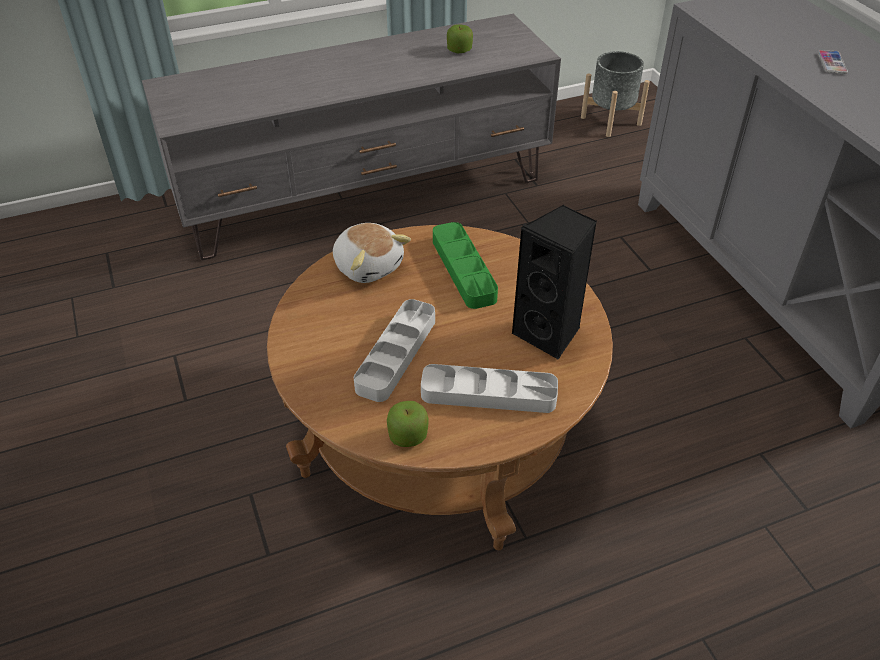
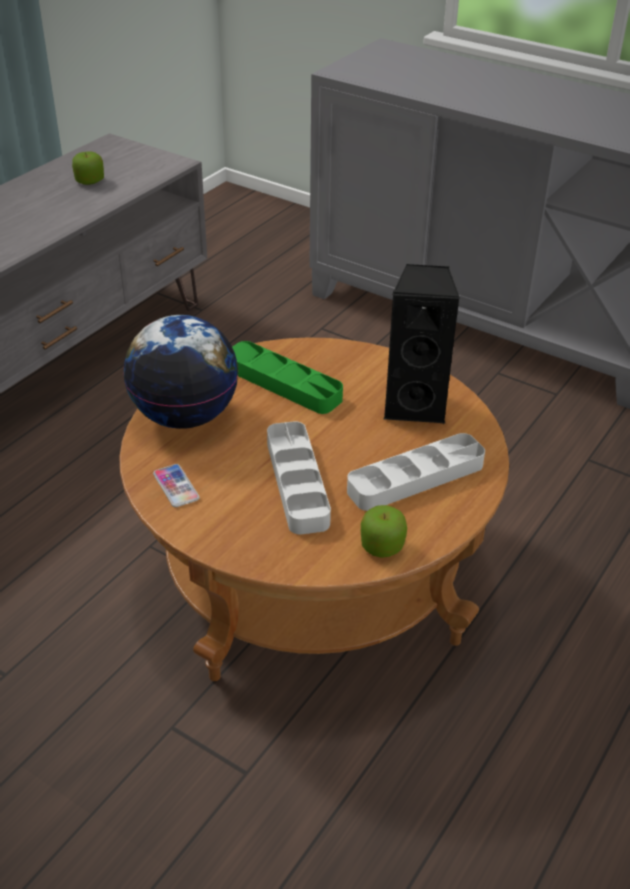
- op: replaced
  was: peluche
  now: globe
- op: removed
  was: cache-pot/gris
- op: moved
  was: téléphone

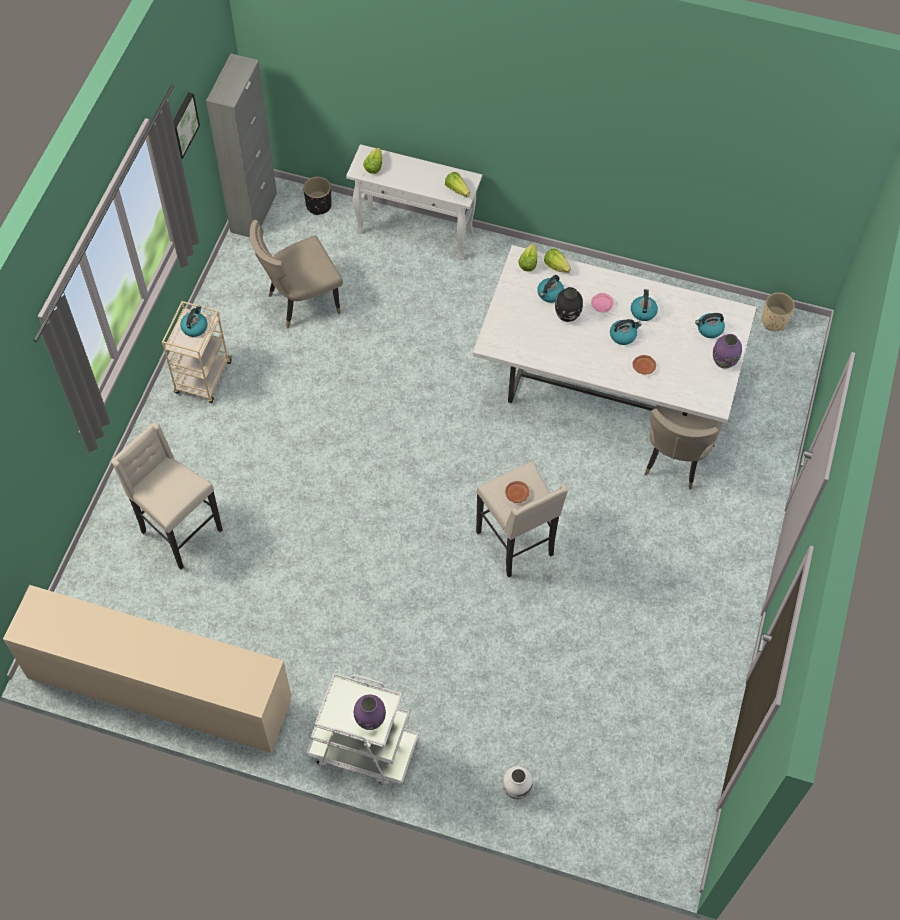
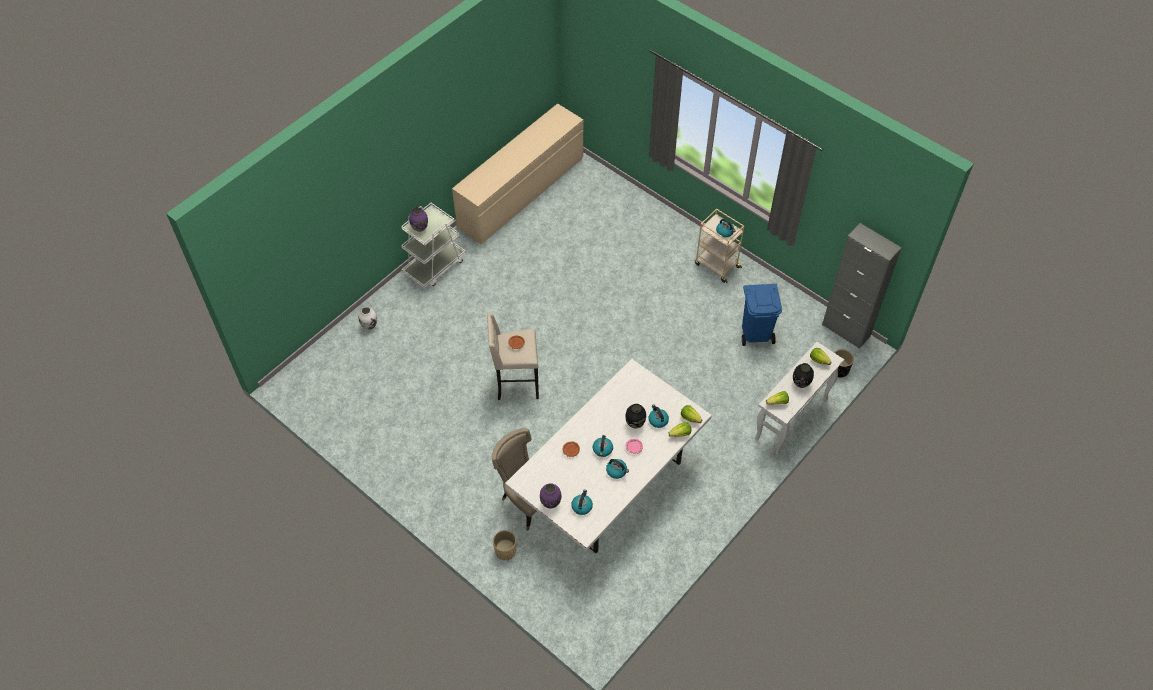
- op: removed
  was: tabouret/beige (1st from left)
- op: removed
  was: tableau
- op: replaced
  was: chaise/beige (1st from left)
  now: poubelle/bleu
- op: moved
  was: cache-pot/beige
- op: added
  now: vase/noir (2nd from left)

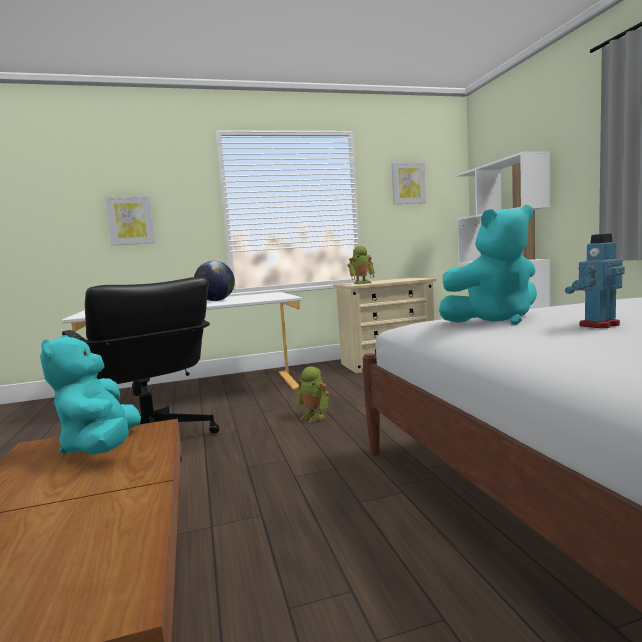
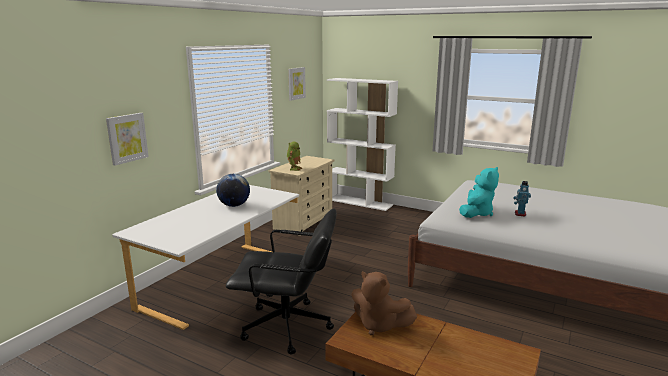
- op: recoloured
  was: peluche/turquoise (1st from left)
  now: peluche/marron
- op: removed
  was: robot jouet (1st from left)

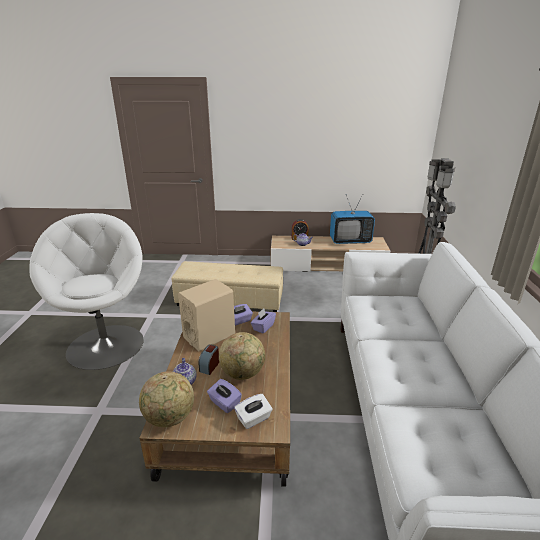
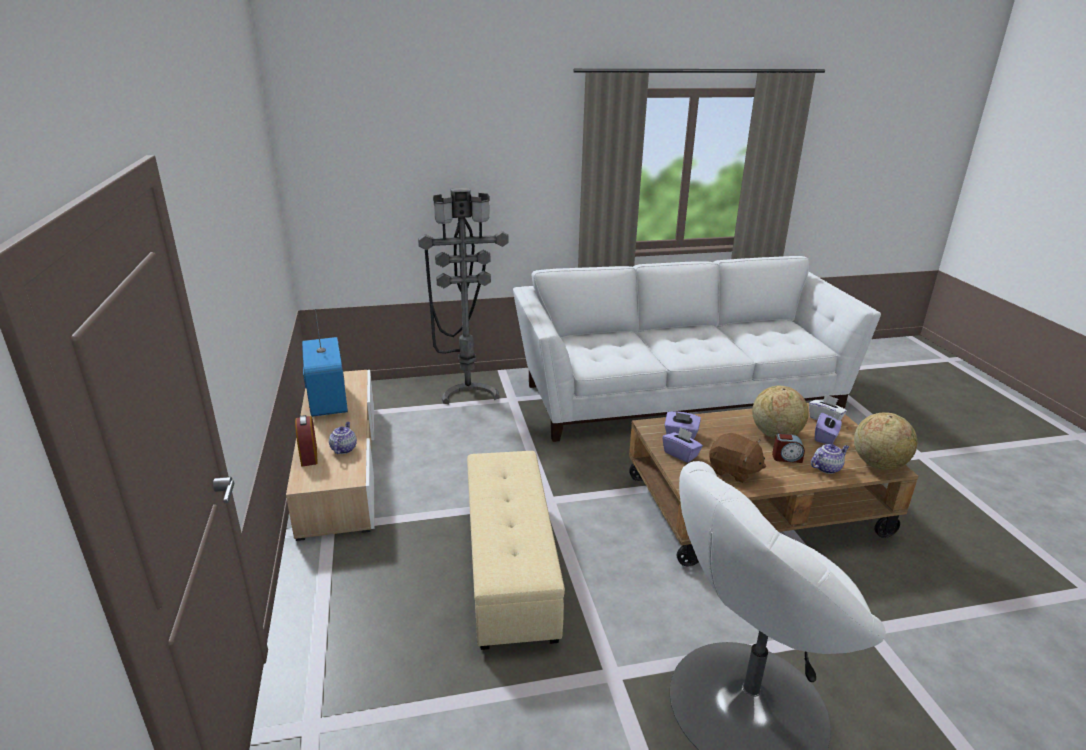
- op: replaced
  was: enceinte/beige
  now: peluche/marron

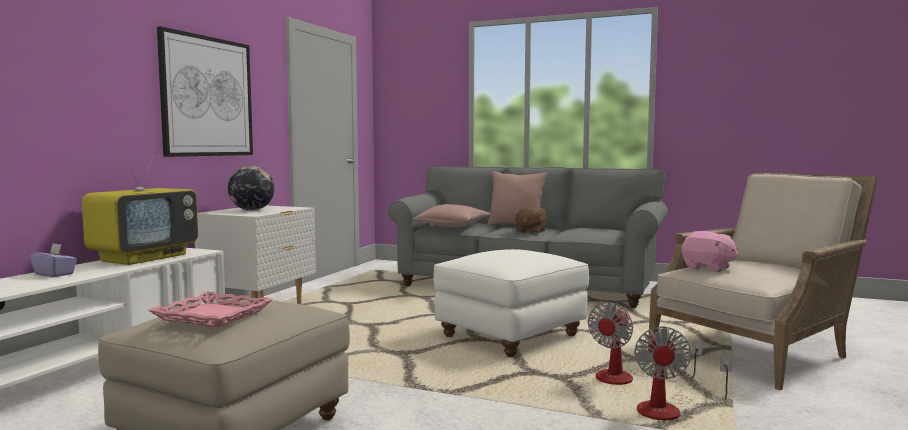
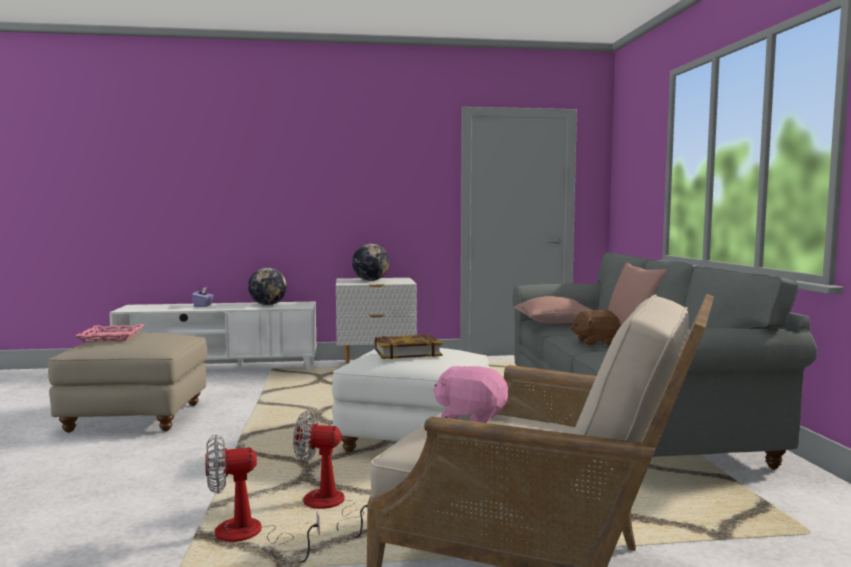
- op: replaced
  was: téléviseur
  now: globe (1st from left)
- op: removed
  was: tableau
- op: turned
  was: peluche/rose
  clockwise: 105
- op: added
  now: livre

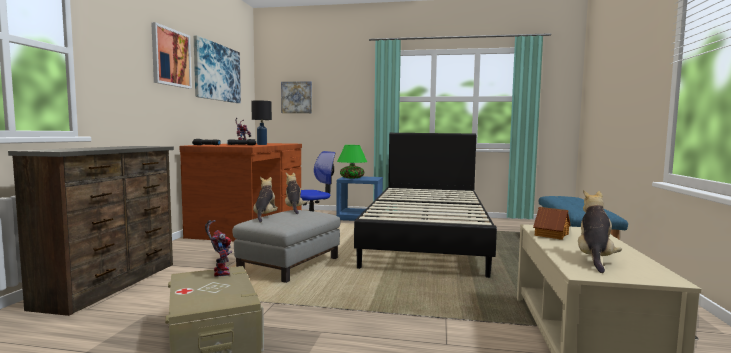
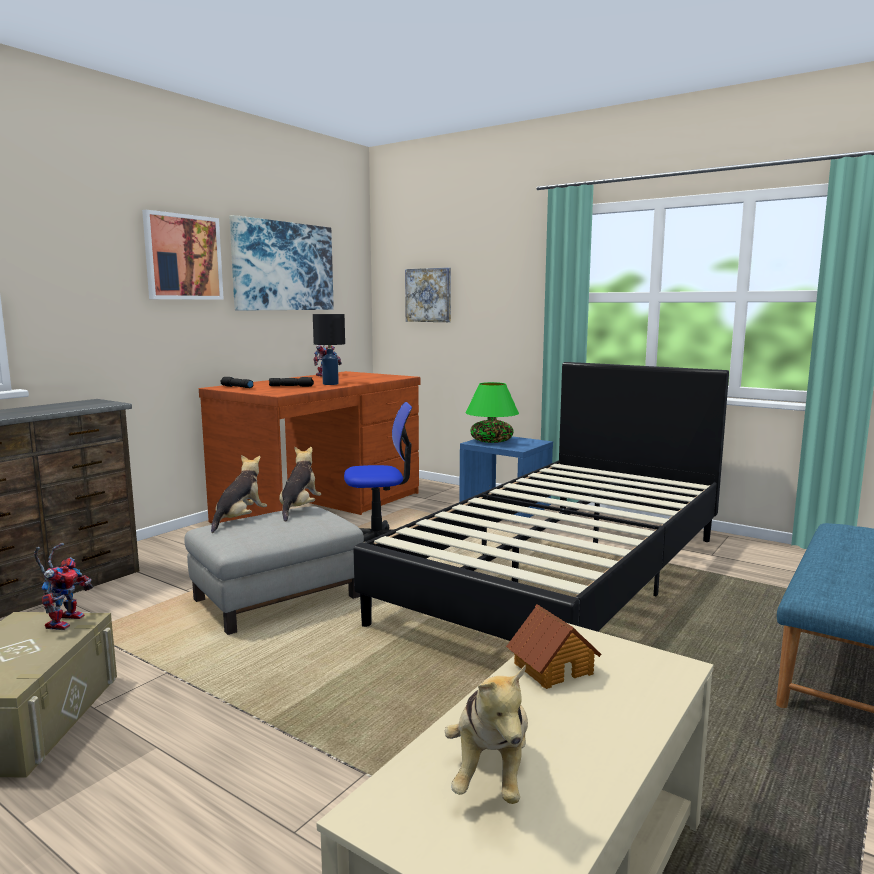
- op: turned
  was: peluche (3rd from left)
  clockwise: 135

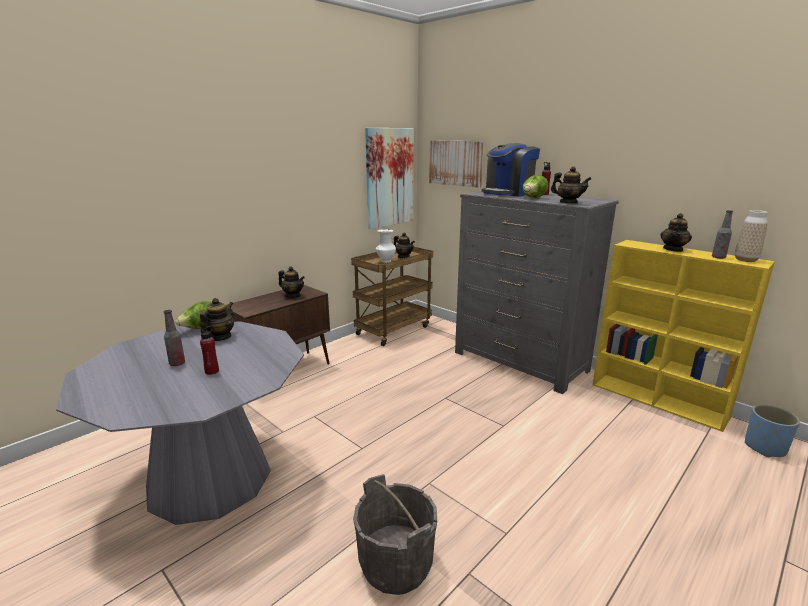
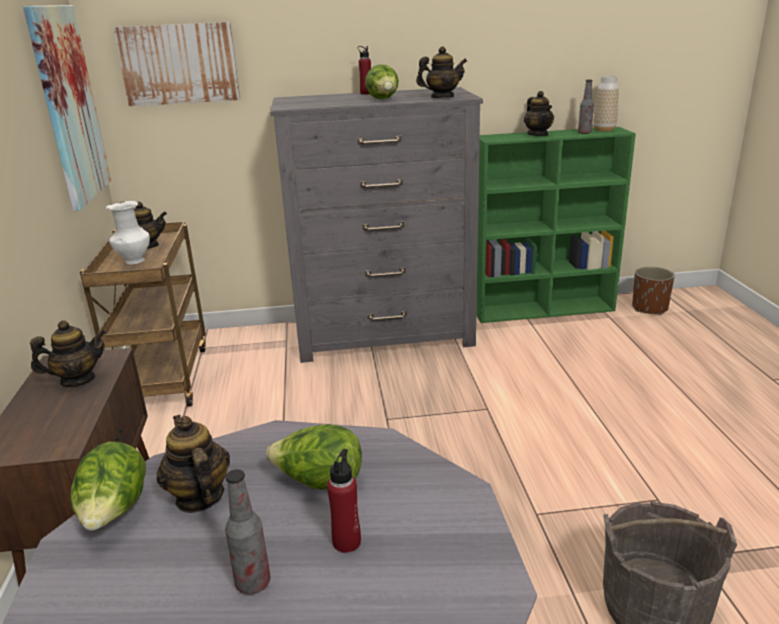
- op: removed
  was: machine à café
- op: recoloured
  was: bibliothèque/jaune
  now: bibliothèque/vert
- op: recoloured
  was: cache-pot/bleu
  now: cache-pot/marron
- op: added
  now: laitue (2nd from left)

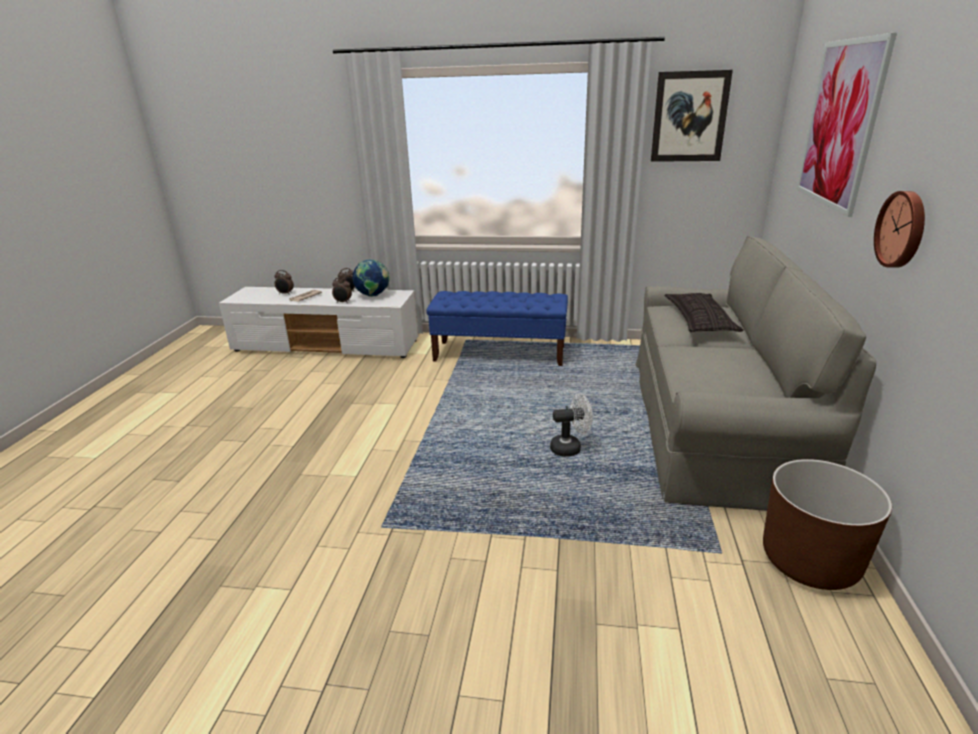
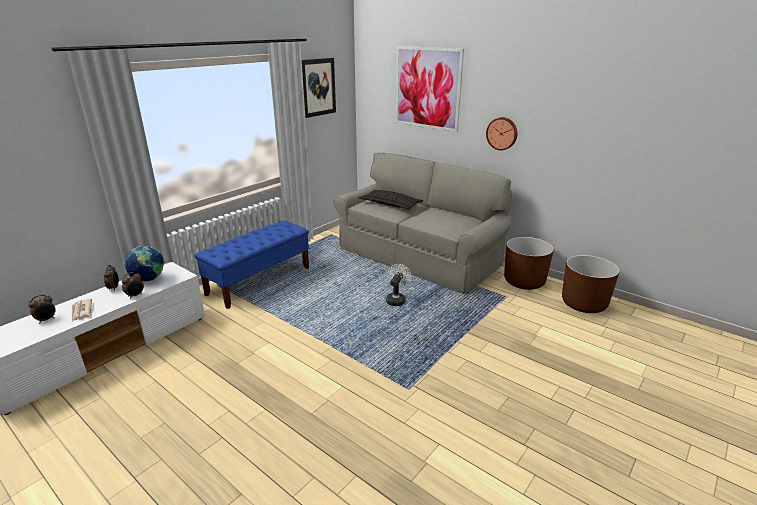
- op: added
  now: cache-pot/marron (2nd from left)

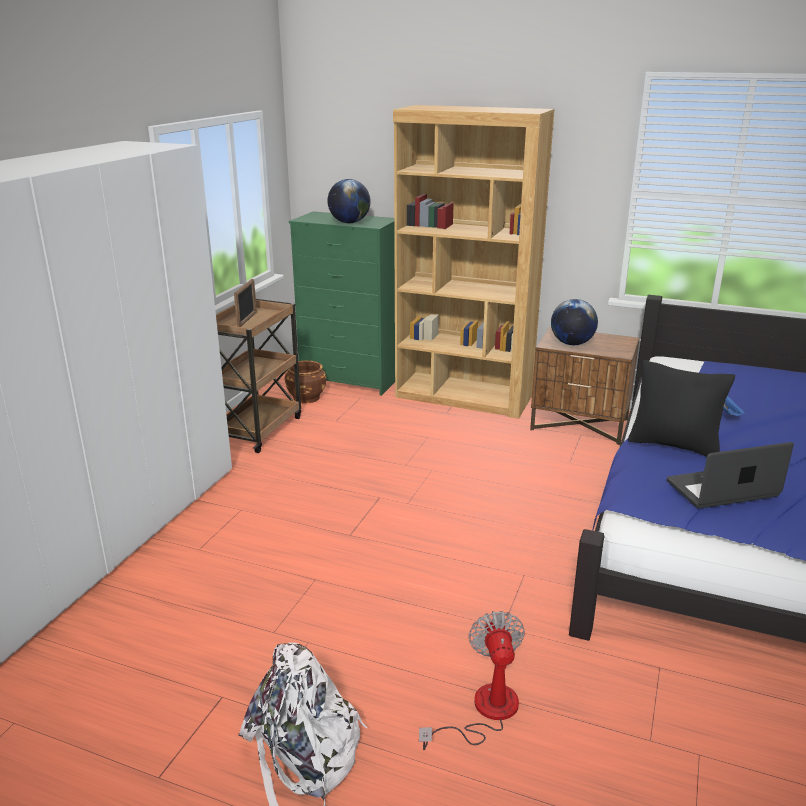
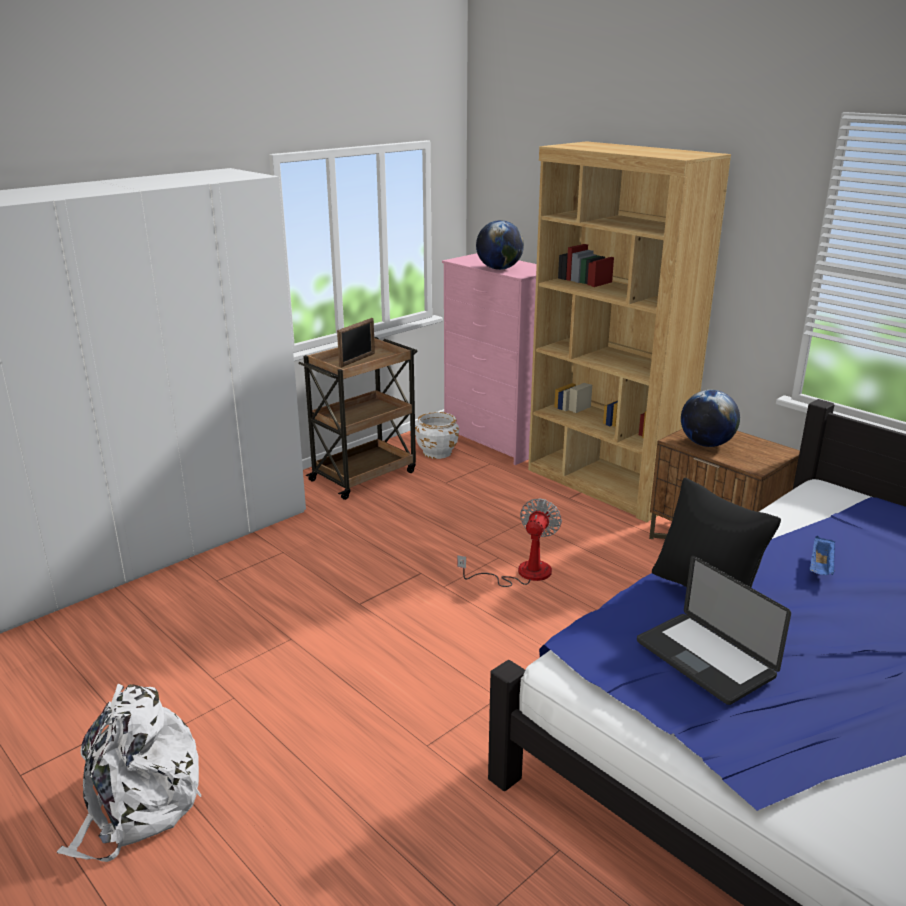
- op: recoloured
  was: cache-pot/marron
  now: cache-pot/blanc
- op: recoloured
  was: commode/vert
  now: commode/rose
- op: moved
  was: ventilateur
- op: turned
  was: ordinateur portable
  clockwise: -135

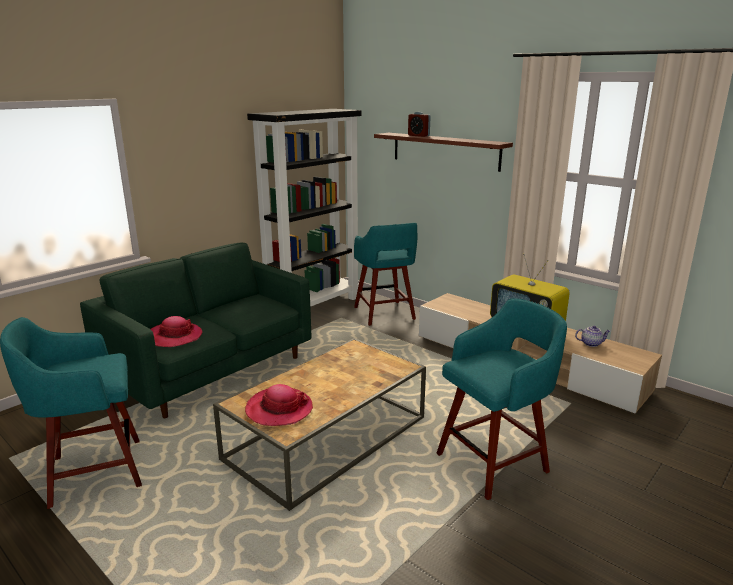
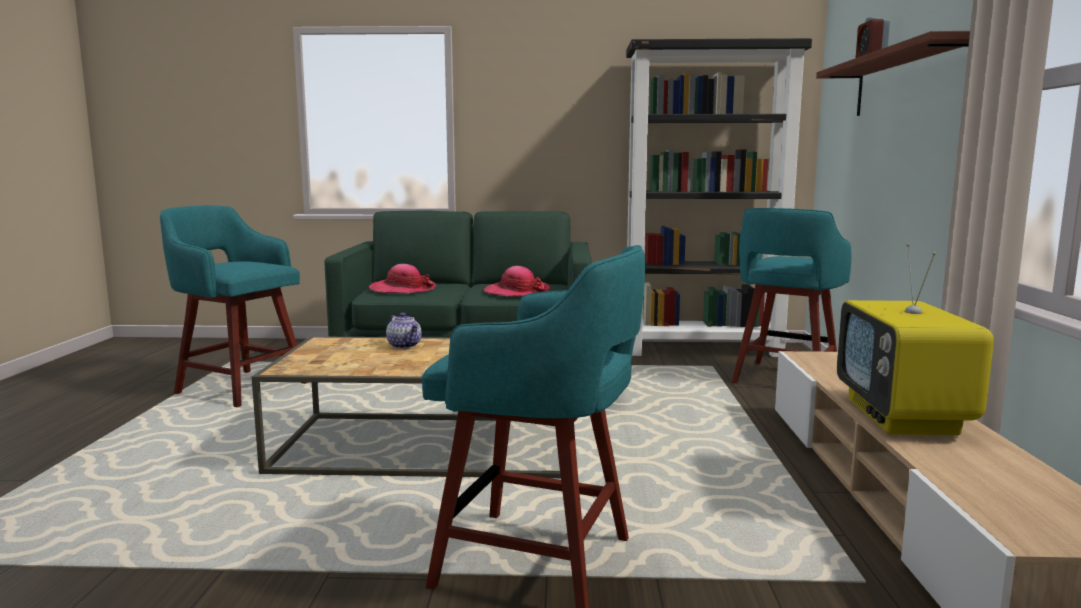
- op: moved
  was: chapeau (2nd from left)
- op: moved
  was: théière

